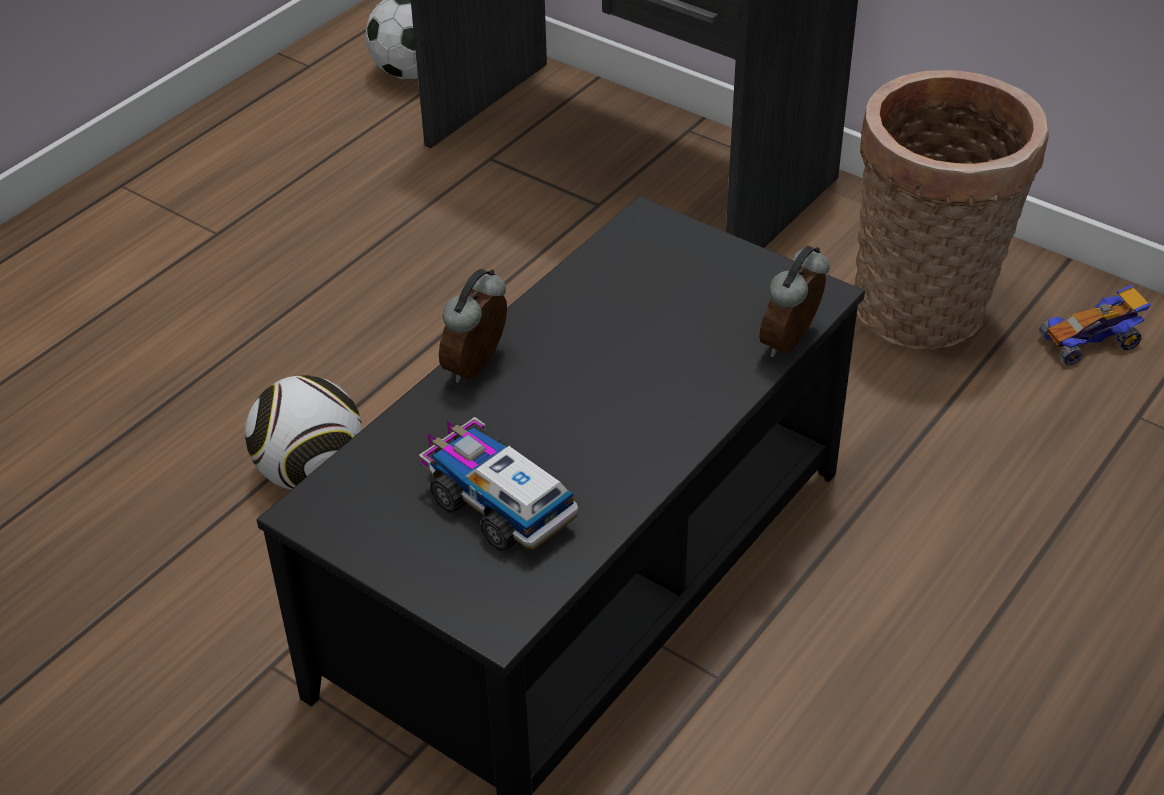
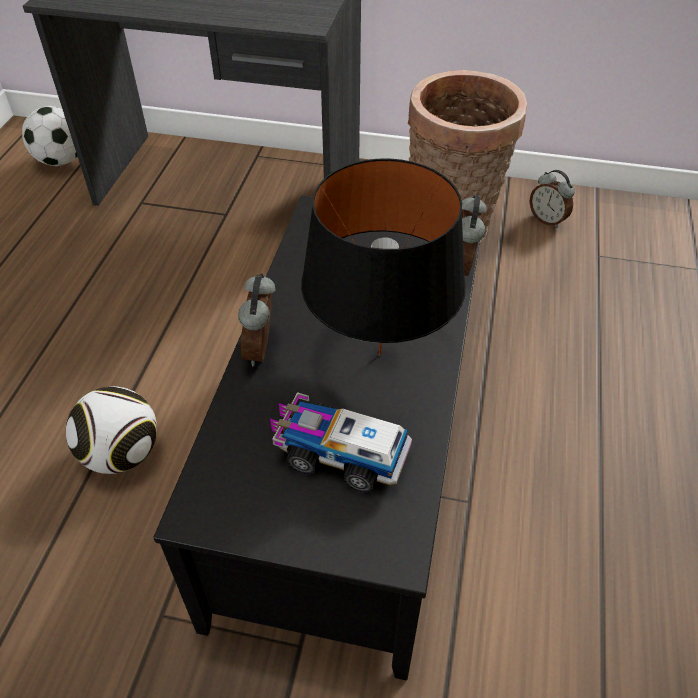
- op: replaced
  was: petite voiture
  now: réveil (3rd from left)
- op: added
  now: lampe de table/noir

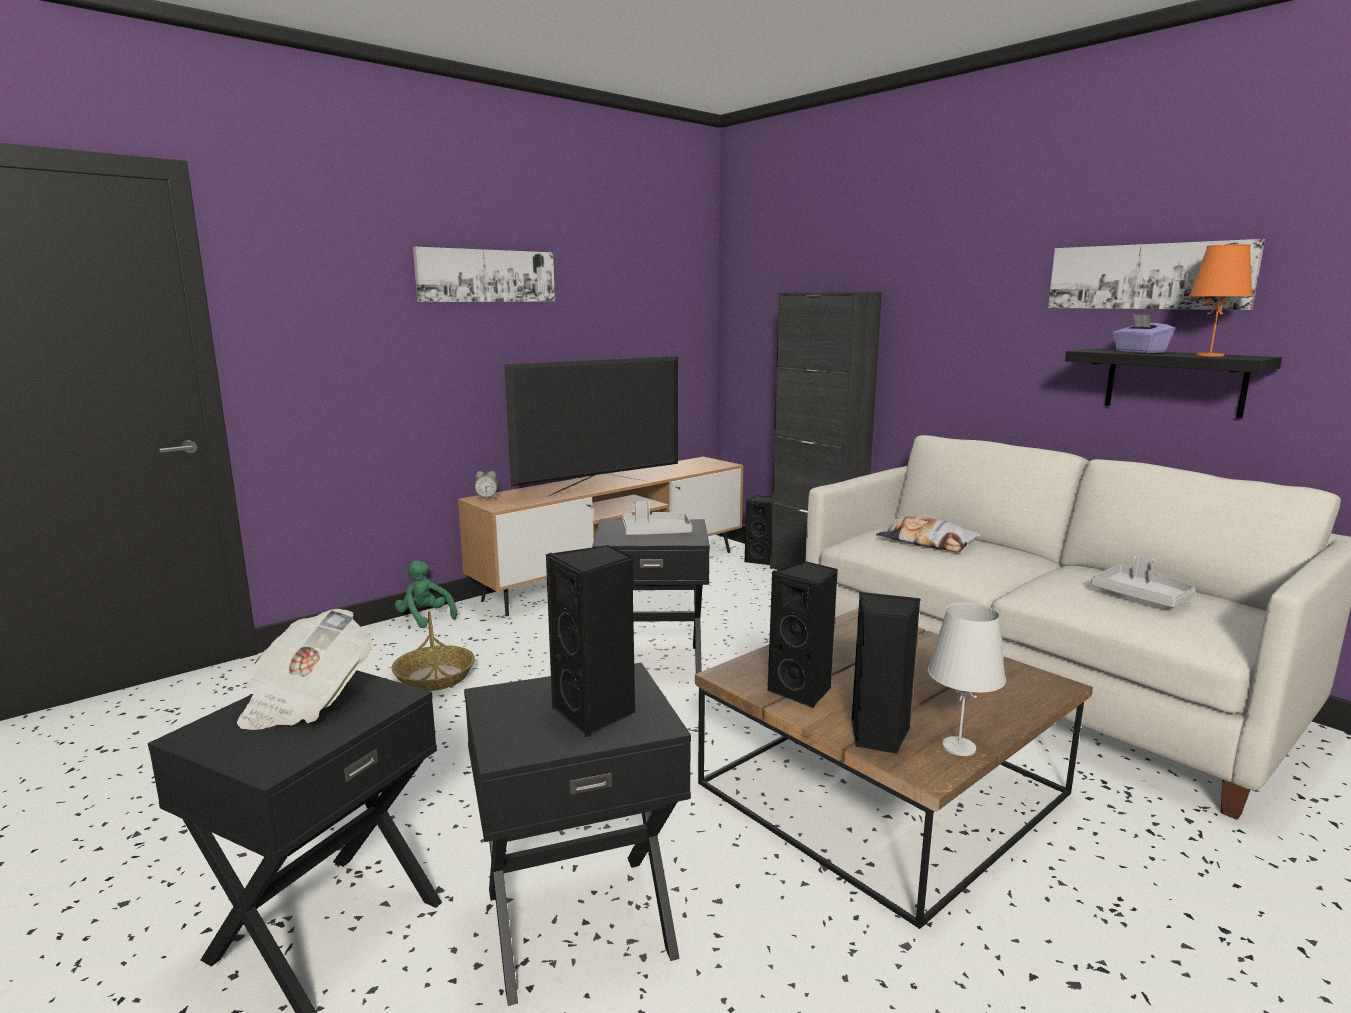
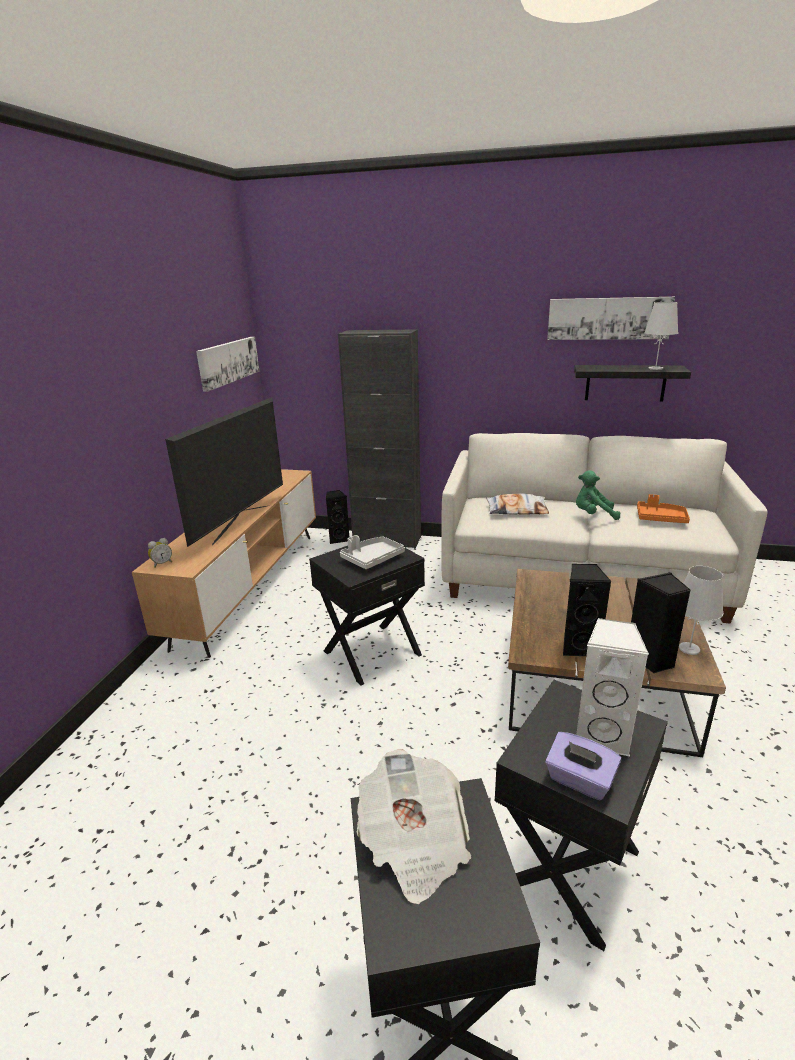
- op: removed
  was: panier
- op: moved
  was: peluche/vert
- op: moved
  was: tableau (1st from left)
- op: recoloured
  was: enceinte/noir (1st from left)
  now: enceinte/blanc
- op: recoloured
  was: plateau/gris (2nd from left)
  now: plateau/orange
- op: moved
  was: boîte à mouchoirs/violet
- op: recoloured
  was: lampe de table/orange
  now: lampe de table/blanc (1st from left)

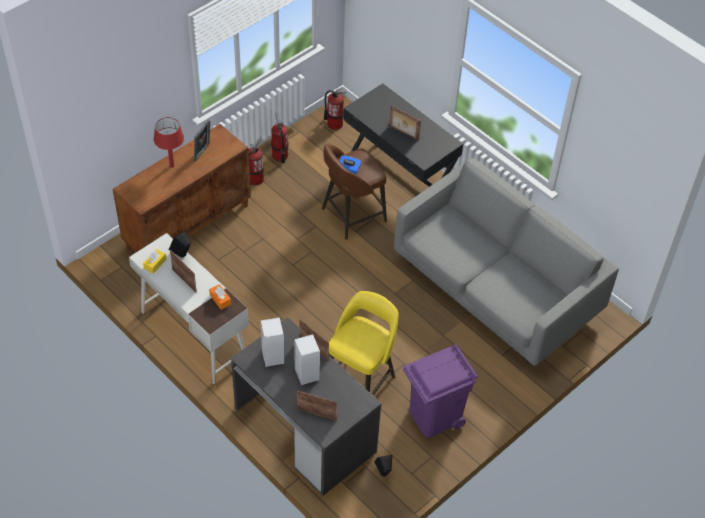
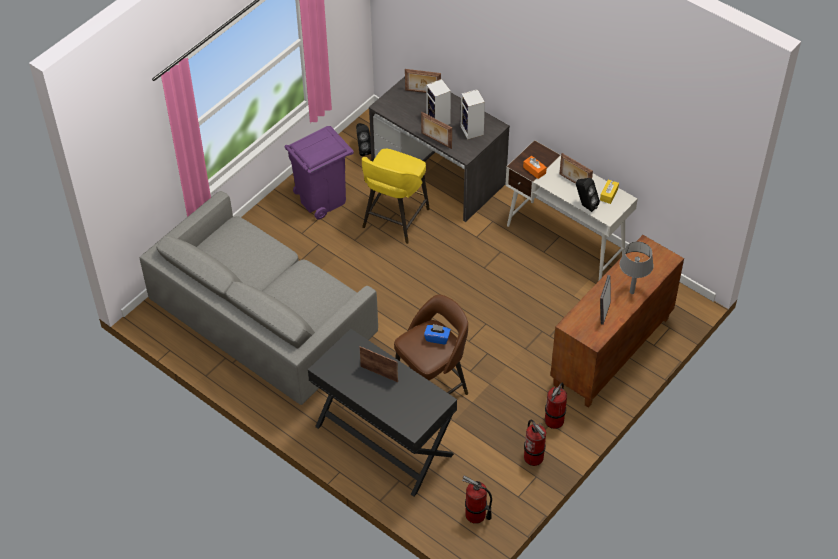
- op: recoloured
  was: lampe de table/rouge
  now: lampe de table/gris

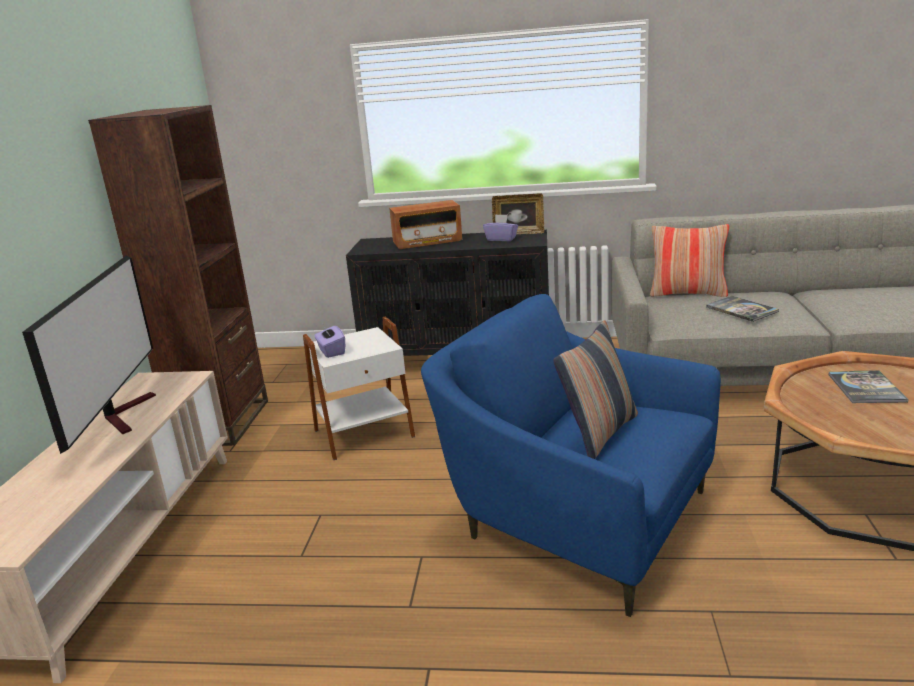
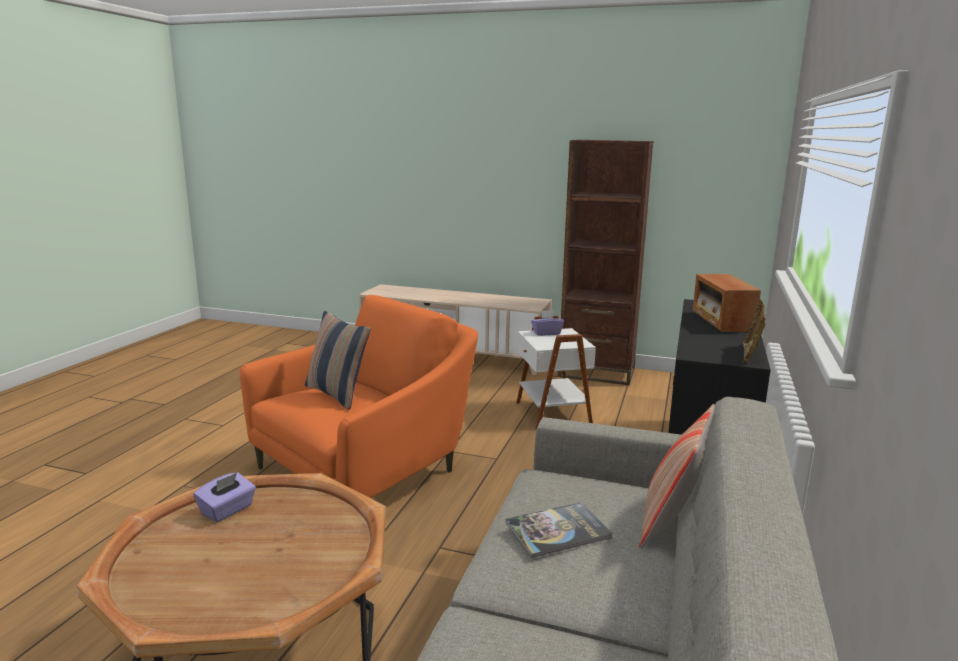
- op: removed
  was: téléviseur
- op: recoloured
  was: fauteuil/bleu
  now: fauteuil/orange
- op: moved
  was: boîte à mouchoirs/violet (2nd from left in the first image)
  now: boîte à mouchoirs/violet (1st from left)
- op: removed
  was: livre (2nd from left)

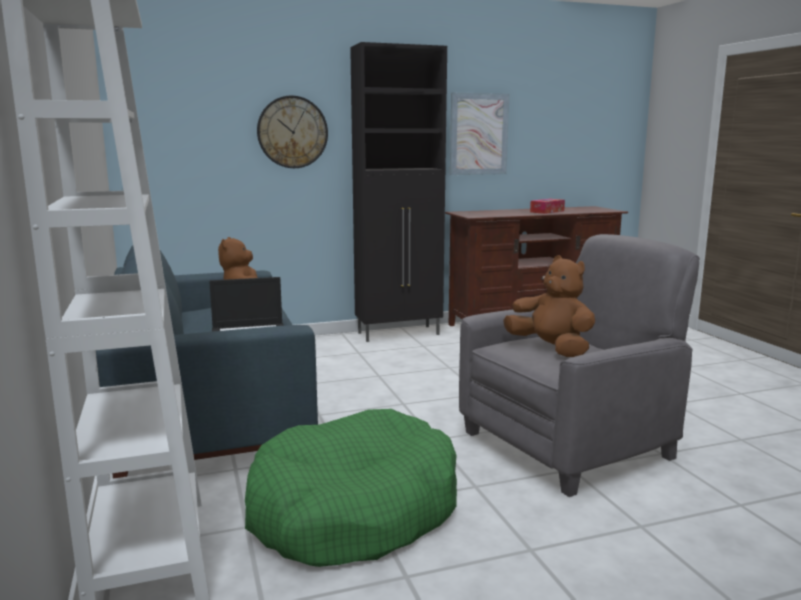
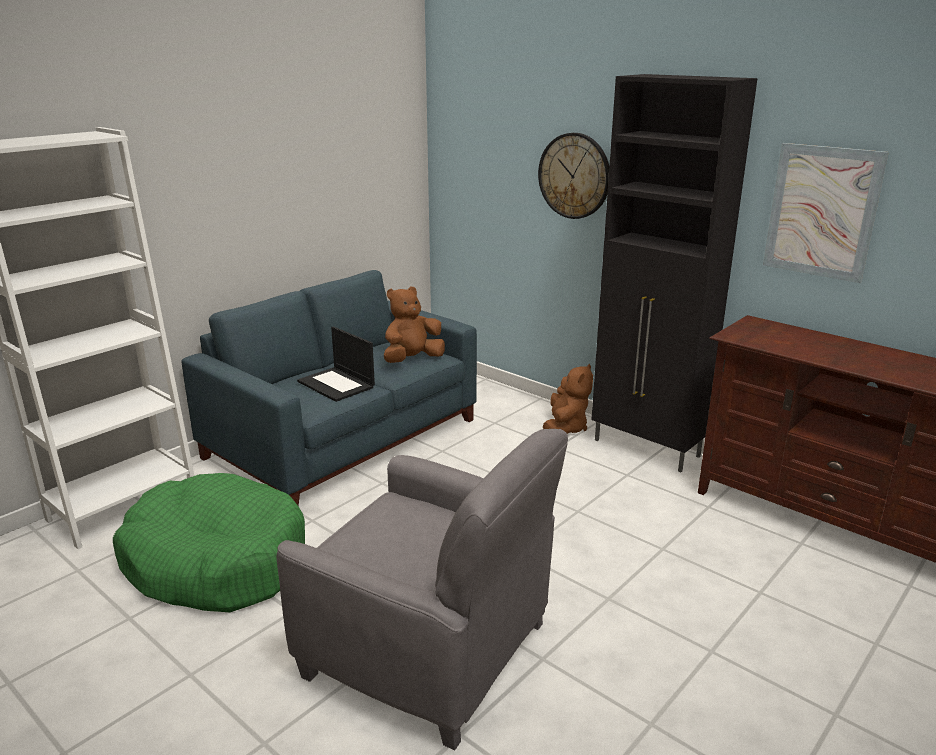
- op: moved
  was: peluche/marron (2nd from left)
- op: removed
  was: boîte à mouchoirs

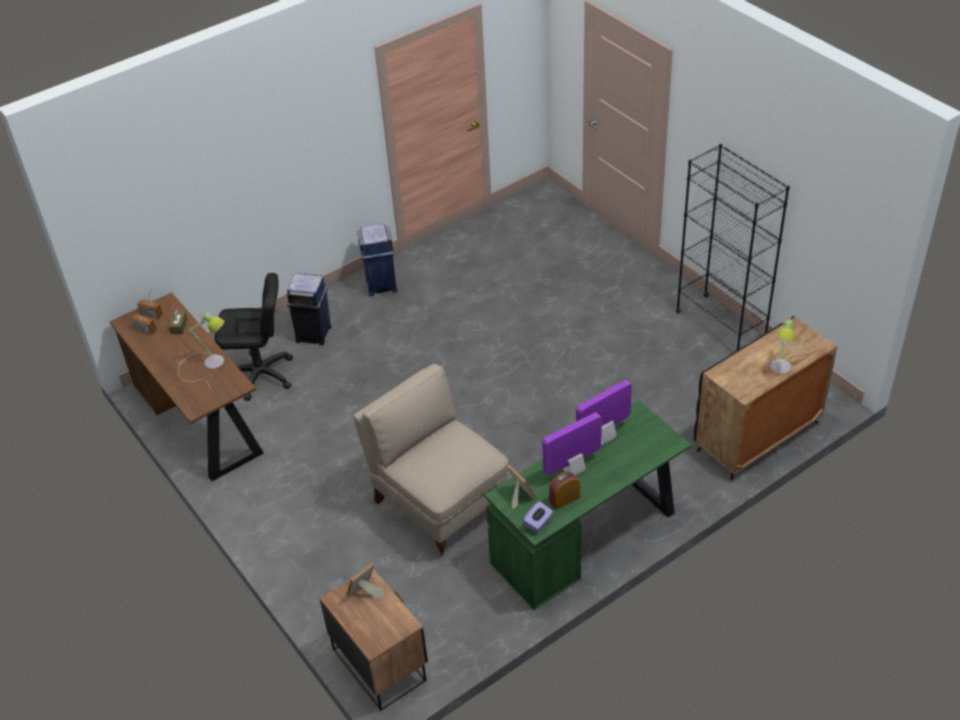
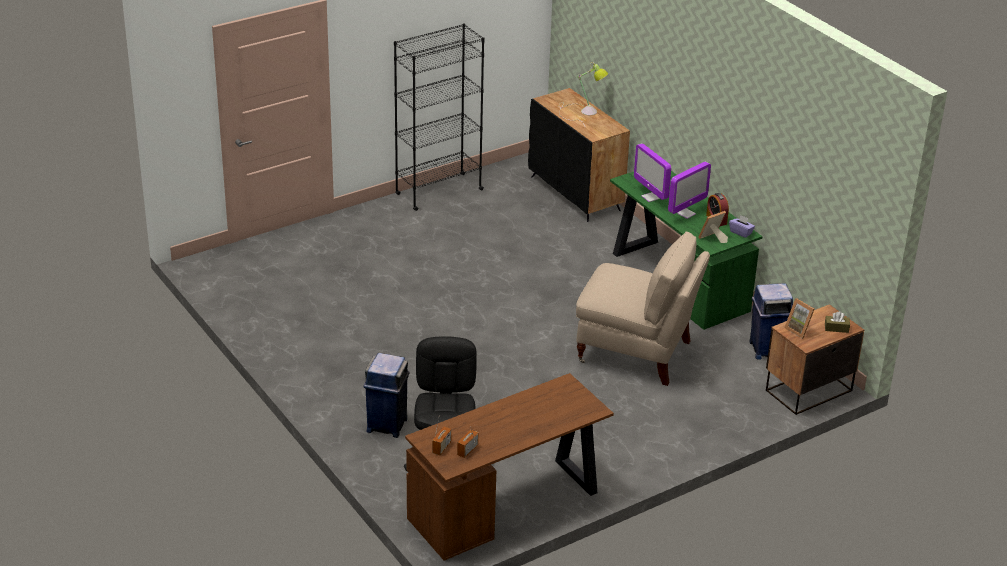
- op: moved
  was: boîte à mouchoirs/marron
- op: removed
  was: lampe de table (1st from left)
- op: turned
  was: chaise/beige
  clockwise: -120
- op: moved
  was: poubelle/bleu (2nd from left)
- op: turned
  was: écran d'ordinateur (1st from left in the first image)
  clockwise: -105

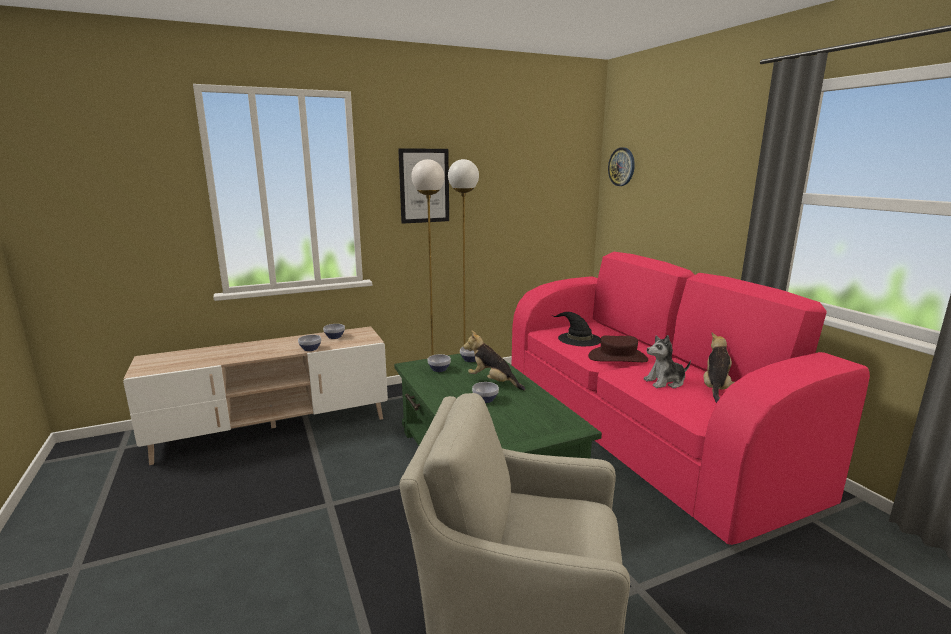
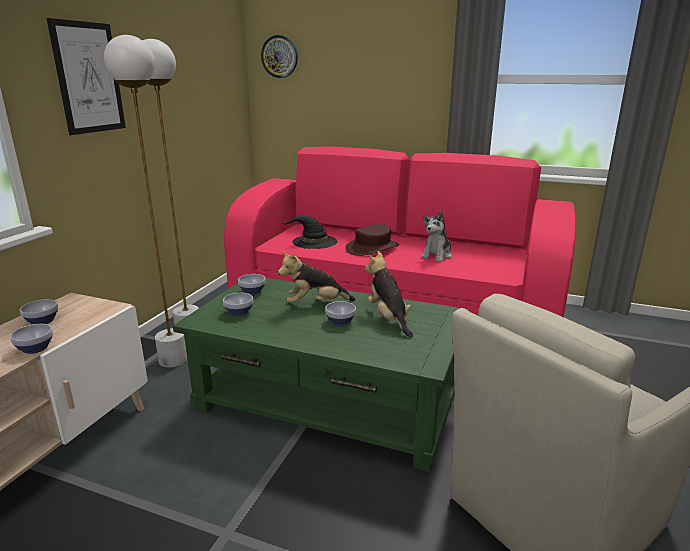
- op: moved
  was: peluche (3rd from left in the first image)
  now: peluche (2nd from left)

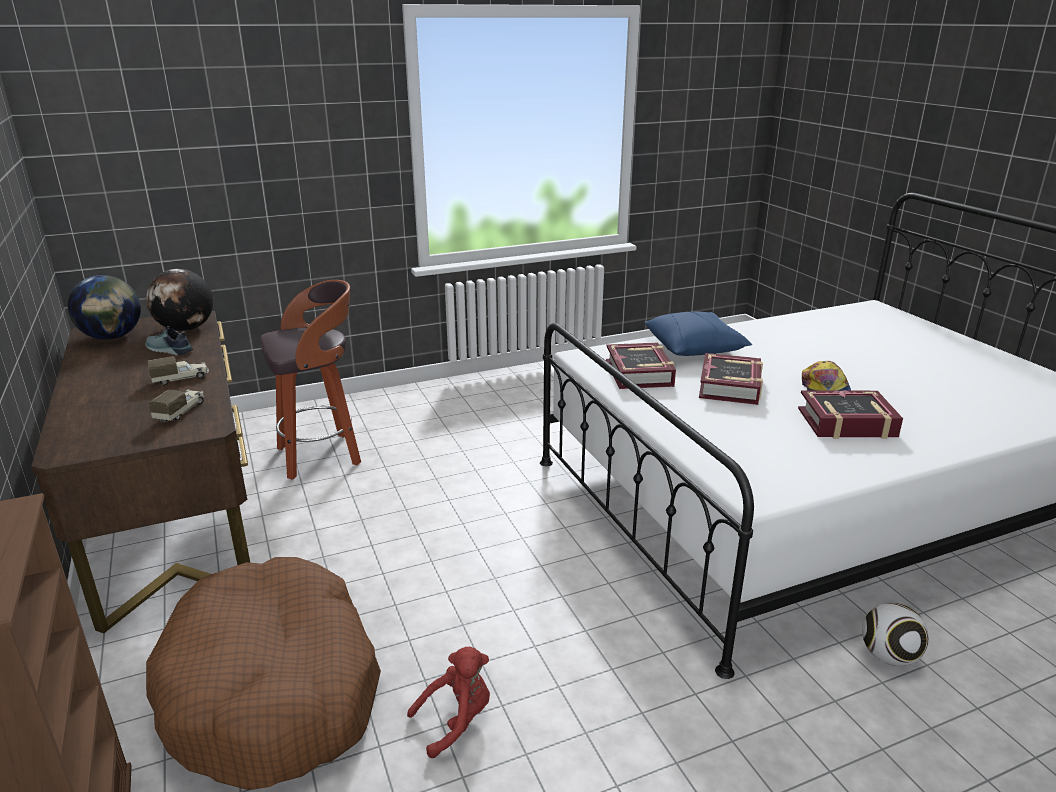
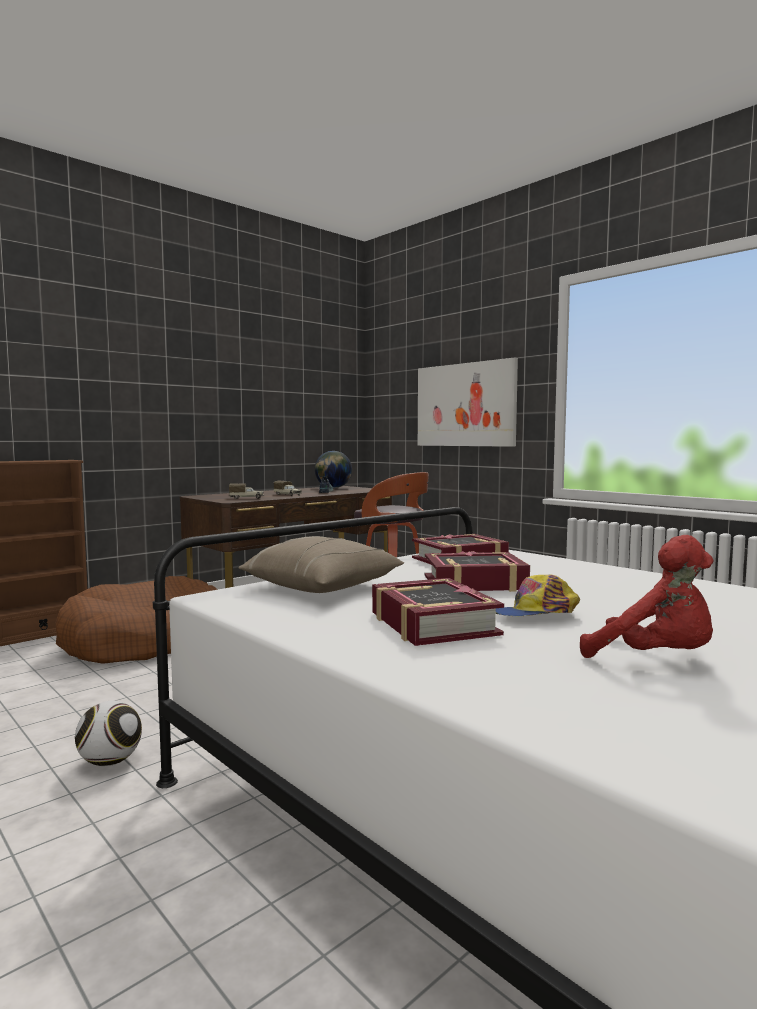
- op: removed
  was: globe (2nd from left)
- op: moved
  was: peluche/rouge
- op: removed
  was: coussin/bleu
- op: moved
  was: ballon de foot
- op: added
  now: coussin/beige
- op: added
  now: tableau

